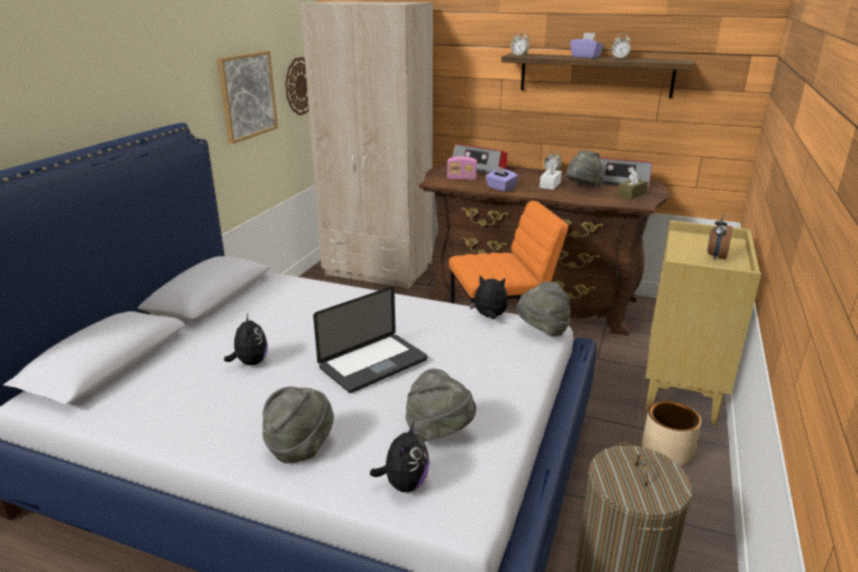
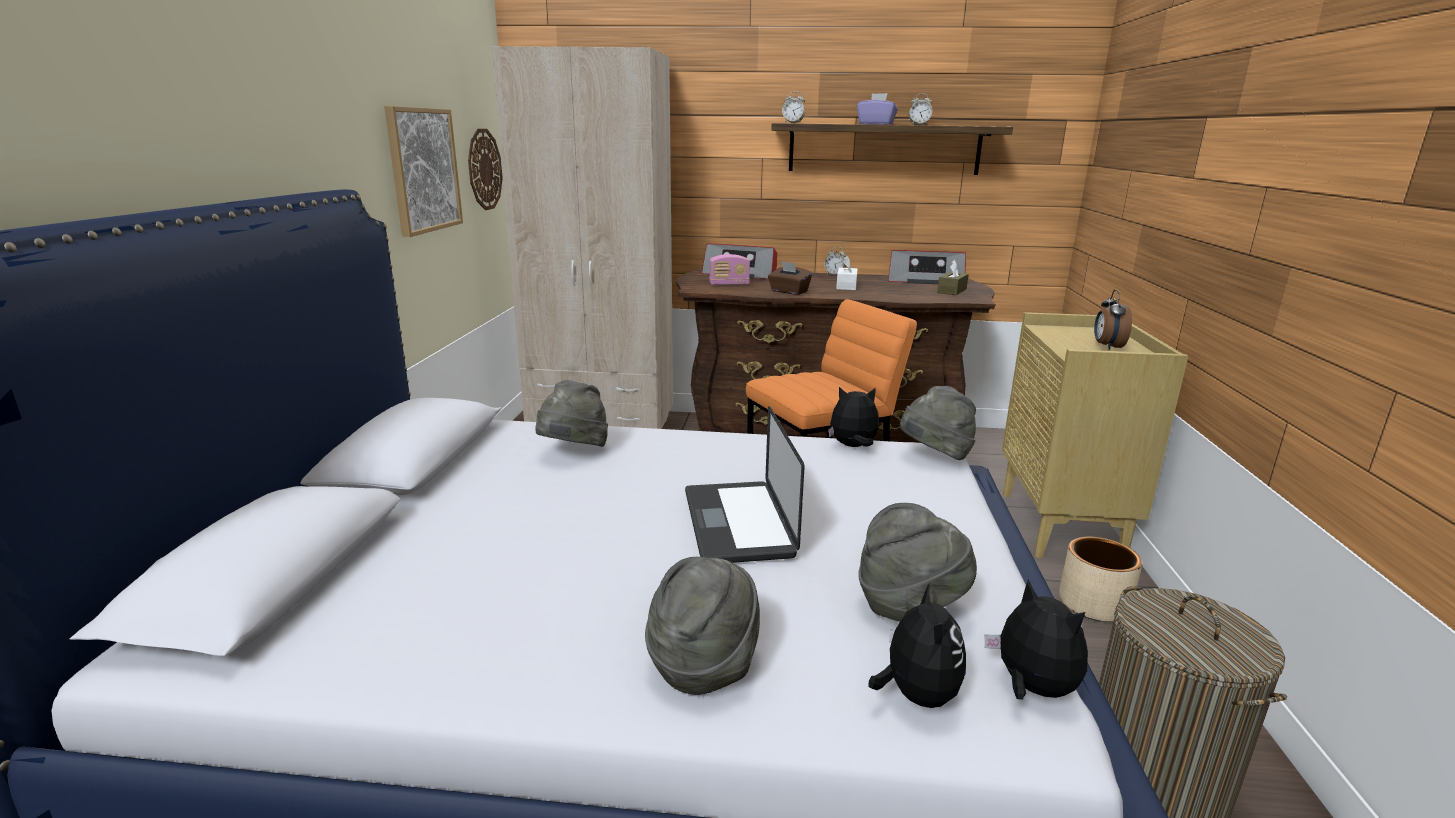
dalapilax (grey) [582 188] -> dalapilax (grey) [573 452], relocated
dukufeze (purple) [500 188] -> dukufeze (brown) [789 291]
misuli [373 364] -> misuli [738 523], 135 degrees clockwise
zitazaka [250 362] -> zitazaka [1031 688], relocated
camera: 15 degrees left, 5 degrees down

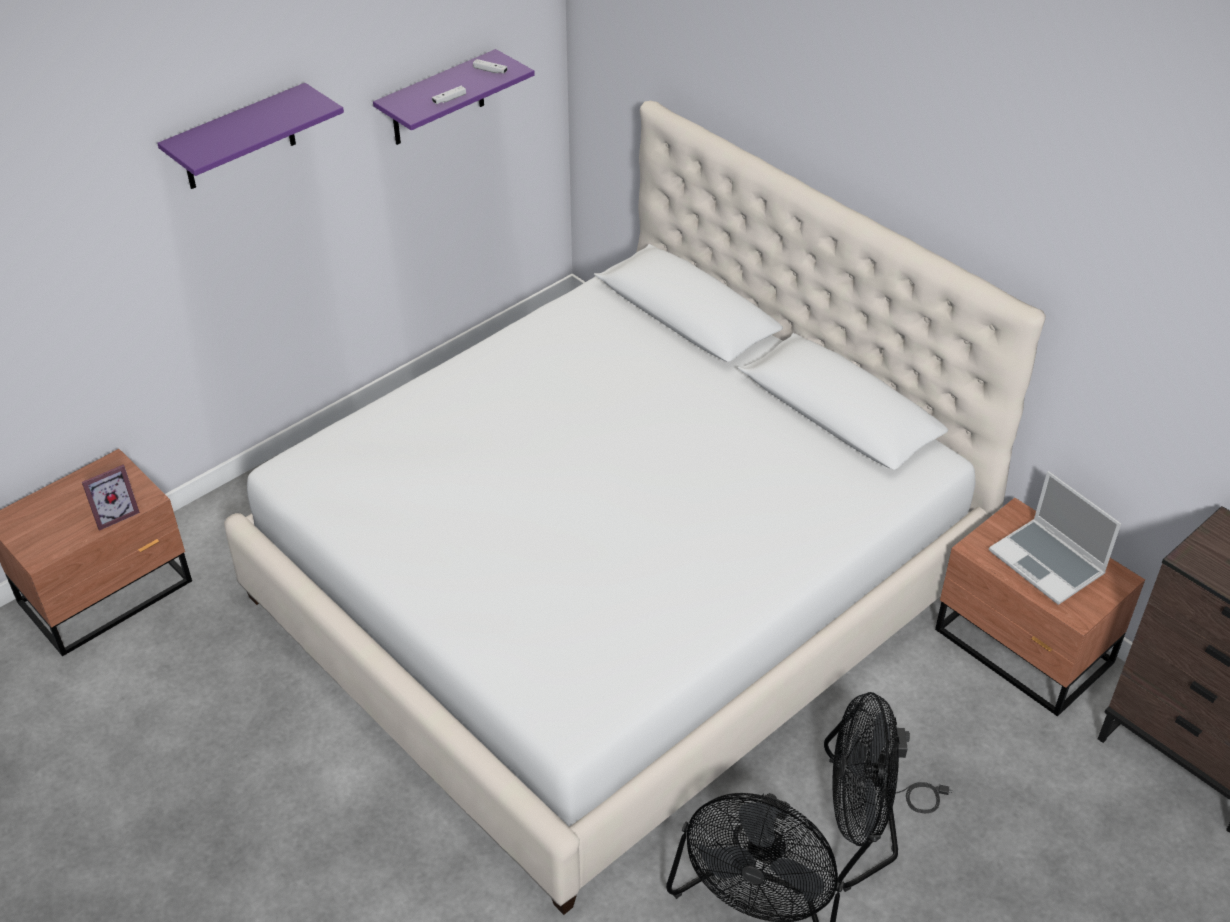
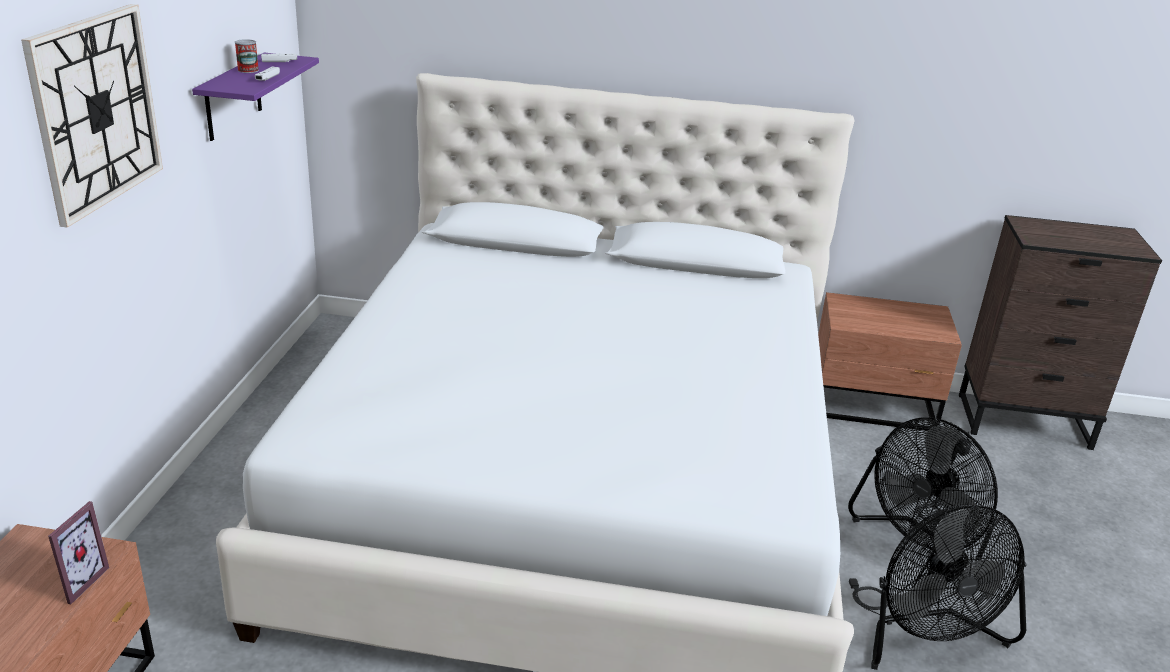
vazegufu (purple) [238 138] -> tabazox [96 111]
misuli [1048 563] -> none
none -> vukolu [248 70]
camera: 40 degrees left, 15 degrees down

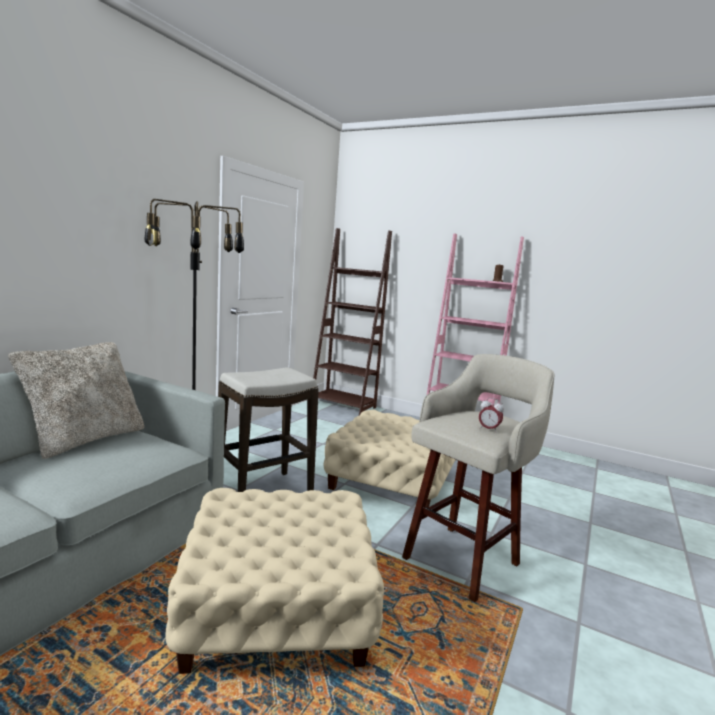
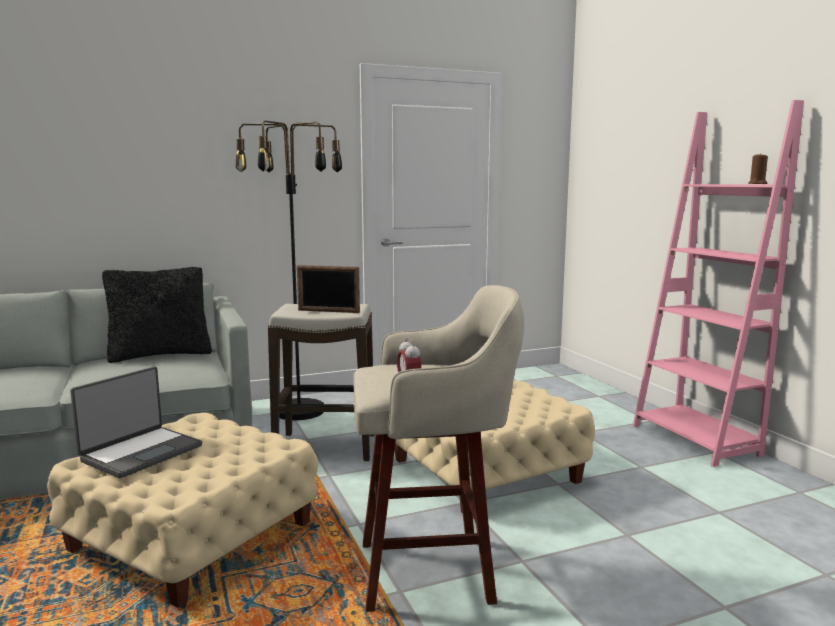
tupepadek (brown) [343 405] -> none
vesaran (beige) [85 437] -> vesaran (black) [161 353]
none -> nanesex [328 311]
none -> misuli [140 453]
camera: 40 degrees right, 0 degrees up

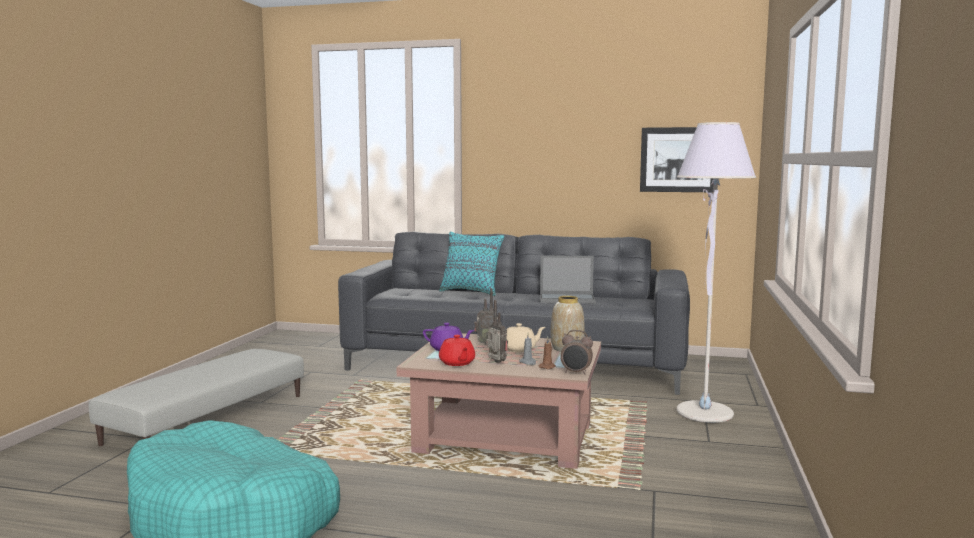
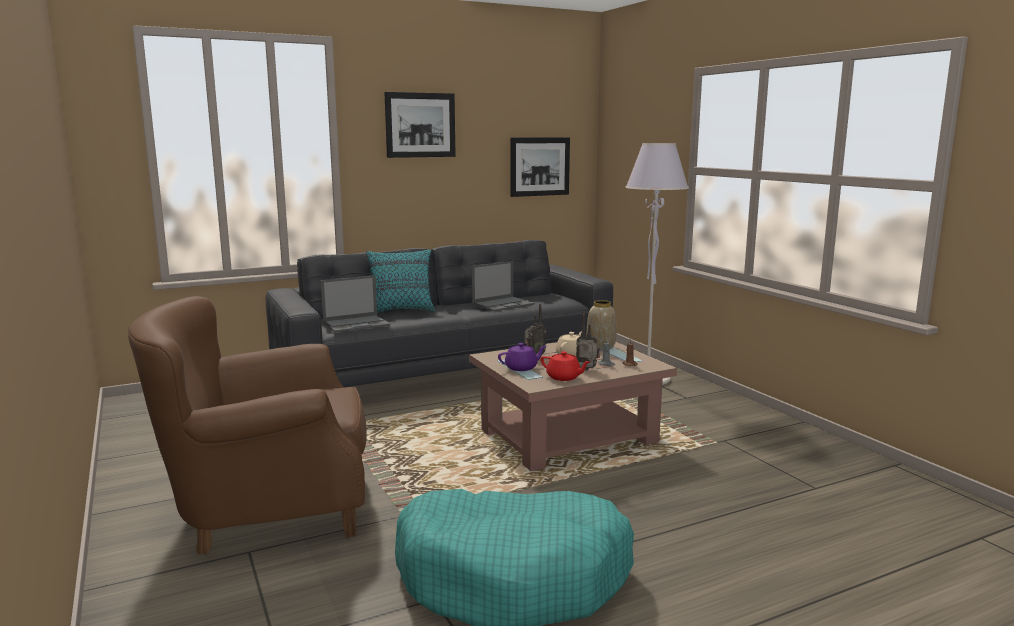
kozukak [576 373] -> none
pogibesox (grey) [208 418] -> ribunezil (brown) [268 510]
none -> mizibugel [420 125]
none -> misuli [357 324]
camera: 40 degrees left, 5 degrees up

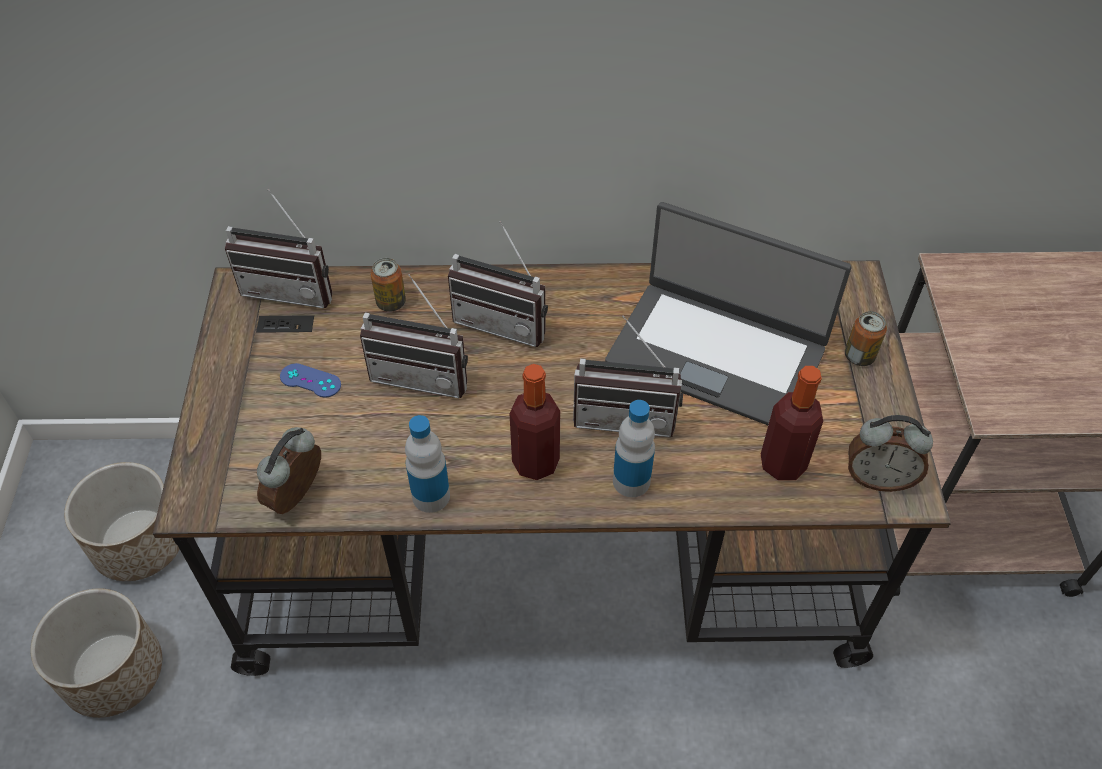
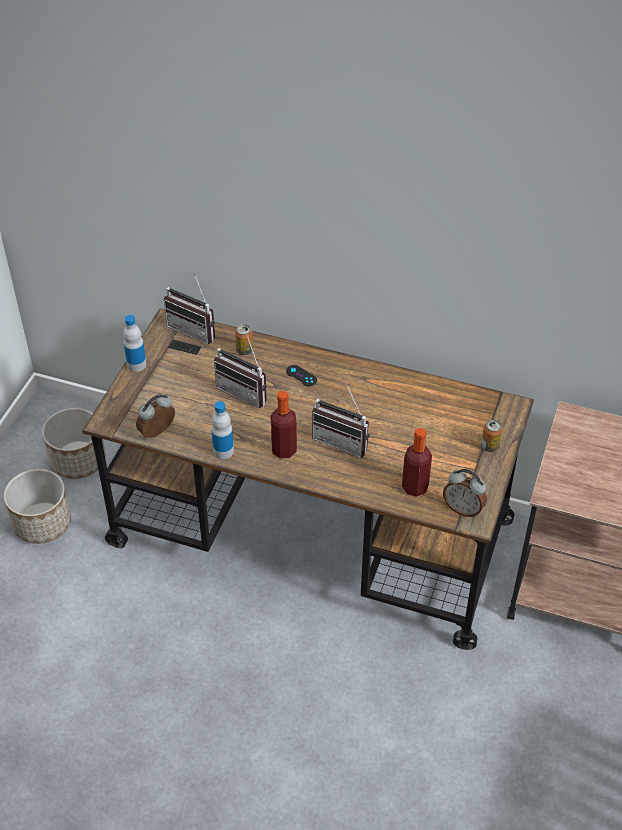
misuli [717 353] -> none
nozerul [504 321] -> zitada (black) [301 376]
zitada (blue) [310 381] -> none
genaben [631 481] -> genaben [136 364], relocated
camera: 20 degrees right, 5 degrees down

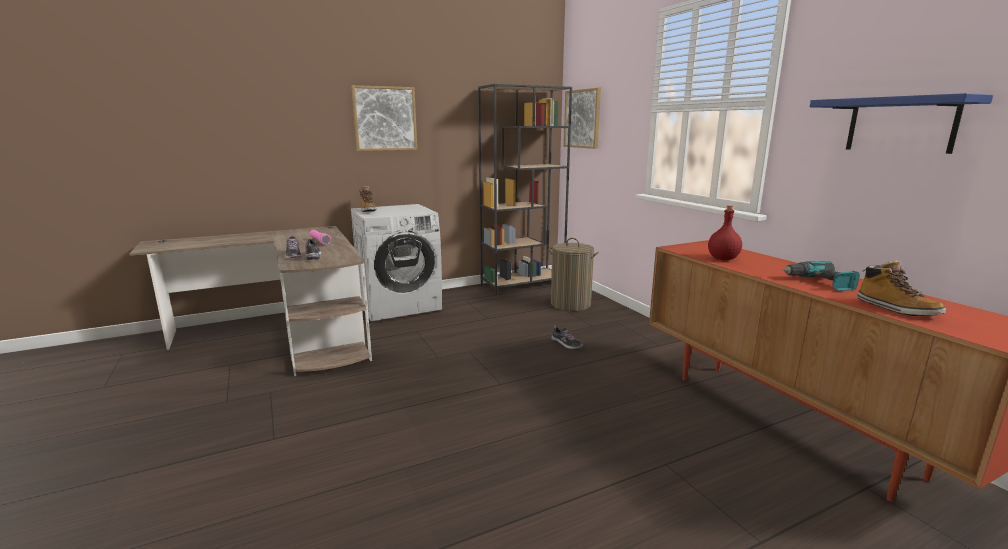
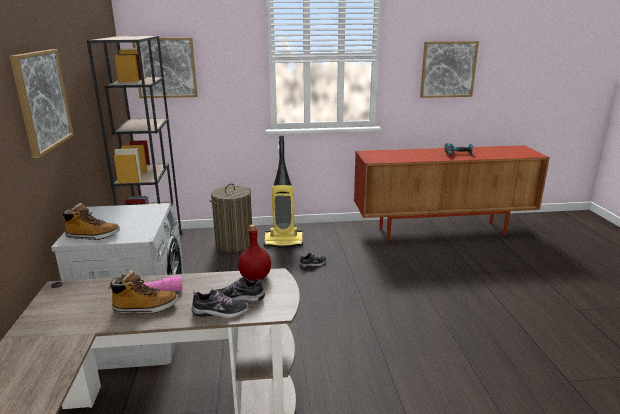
vazegufu (blue) [900 125] -> mizibugel [448 69]
genaben (red) [722 258] -> genaben (red) [254 277], relocated
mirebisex [896 309] -> mirebisex [145 308], relocated
none -> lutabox [284 241]
camera: 70 degrees left, 5 degrees up

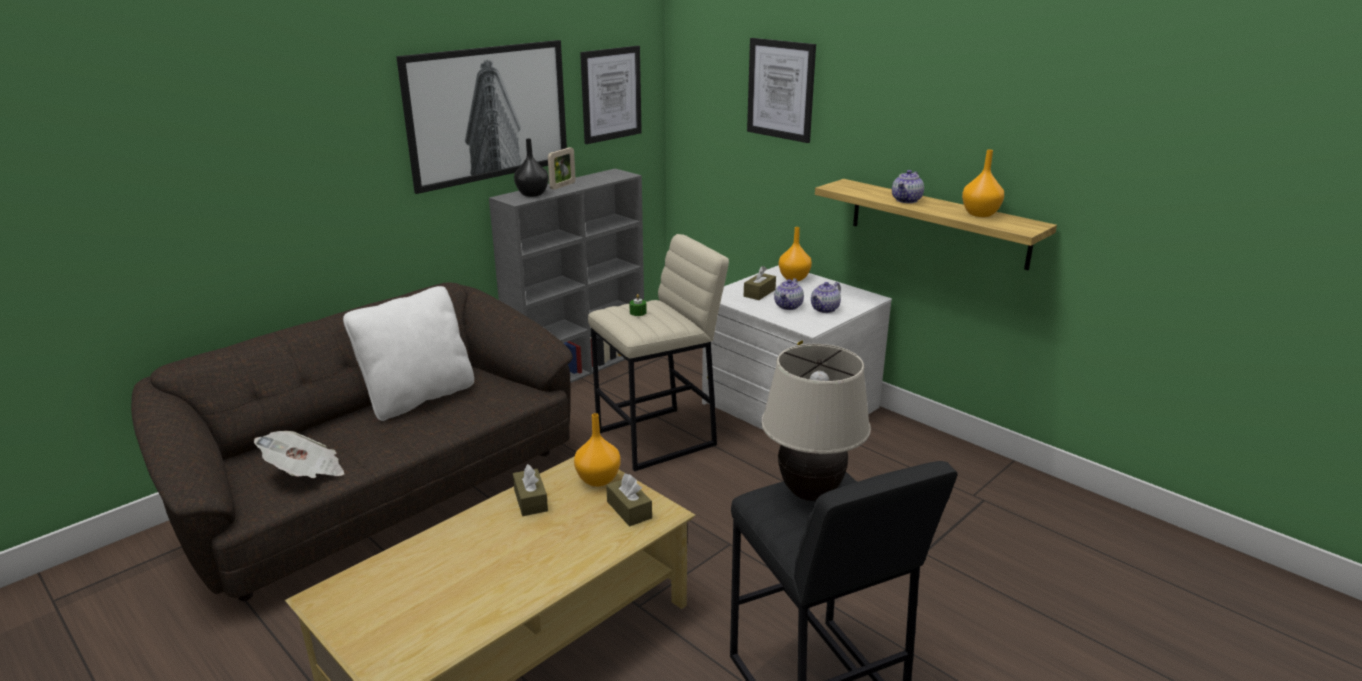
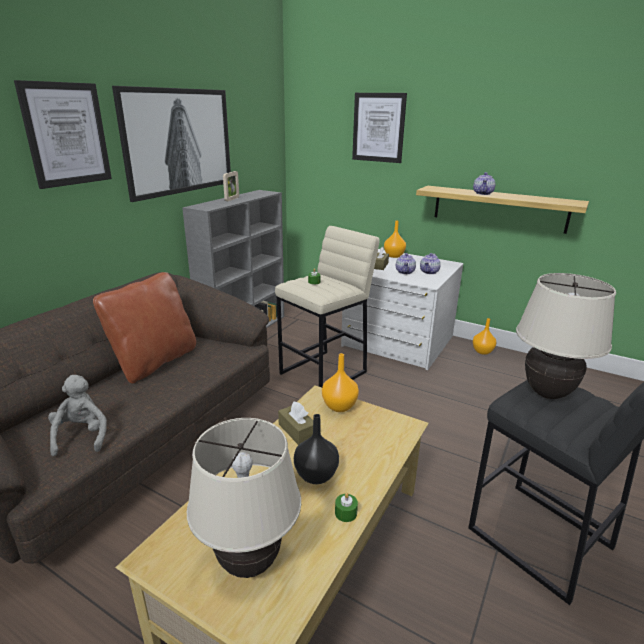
mizibugel [611 94] -> mizibugel [66 134], relocated
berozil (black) [533 194] -> berozil (black) [317 475], relocated
berozil (orange) [980 214] -> berozil (orange) [482 351], relocated
vesaran (white) [419 397] -> vesaran (brown) [155 362]
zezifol [306 473] -> zitazaka (grey) [82 436]
dukufeze (brown) [629 510] -> none
none -> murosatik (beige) [249 563]
none -> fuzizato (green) [346 513]
camera: 15 degrees left, 0 degrees up

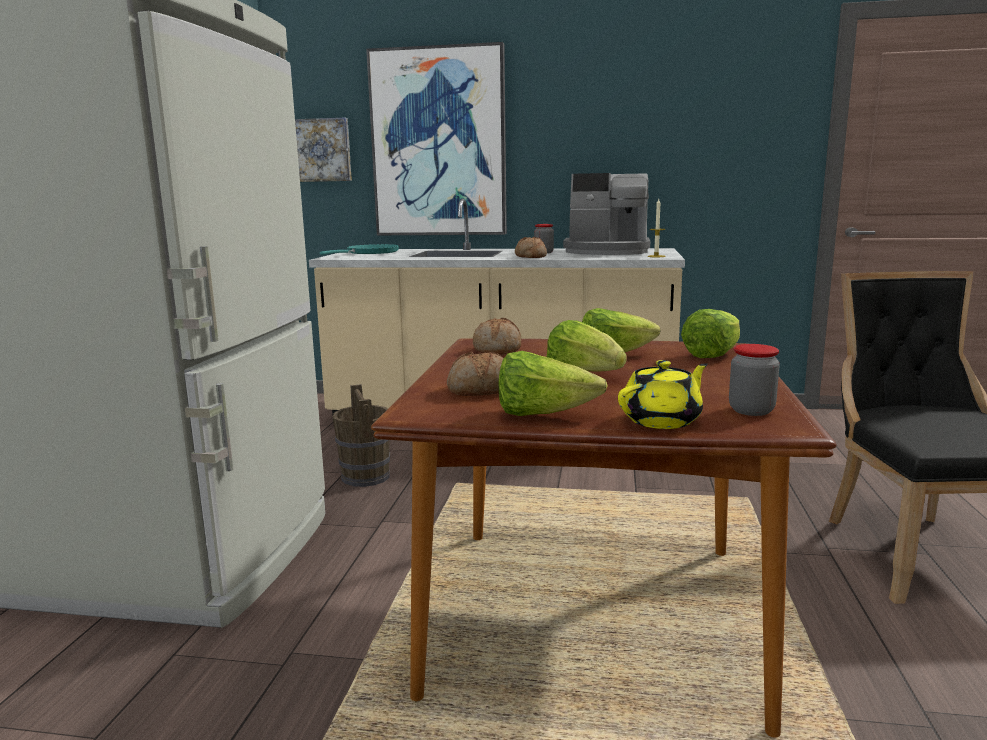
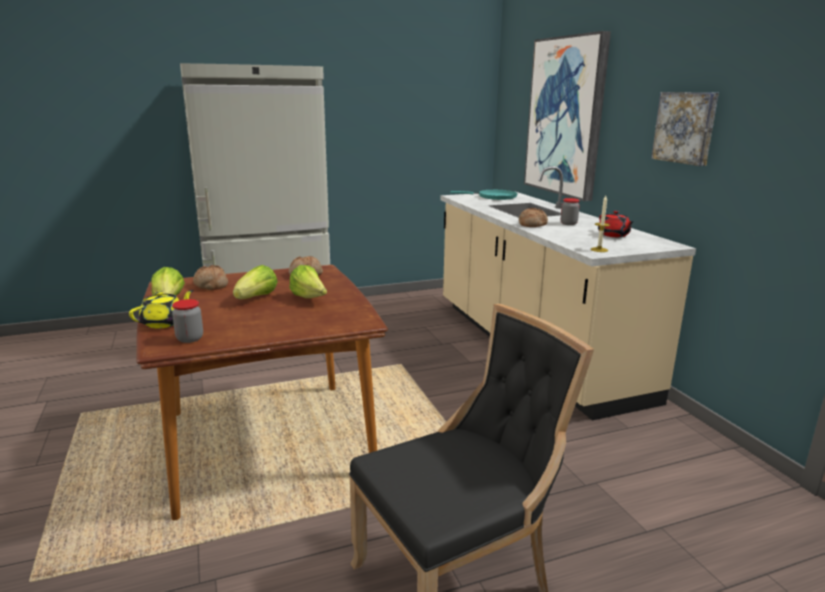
mizibugel [321 150] -> mizibugel [685 127], relocated
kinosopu [607 251] -> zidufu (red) [613 235]
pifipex [712 354] -> none
zidufu (yellow) [662 420] -> zidufu (yellow) [164 323], 75 degrees counterclockwise
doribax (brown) [366 476] -> none
camera: 60 degrees right, 5 degrees up

